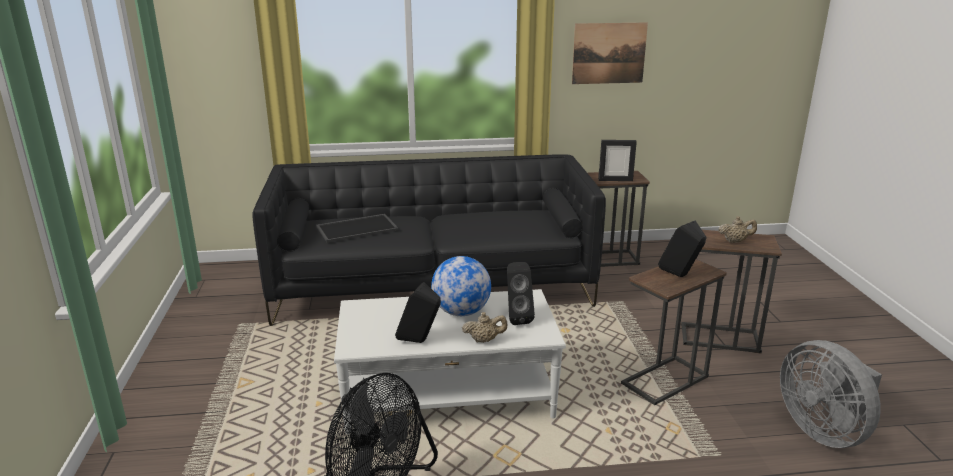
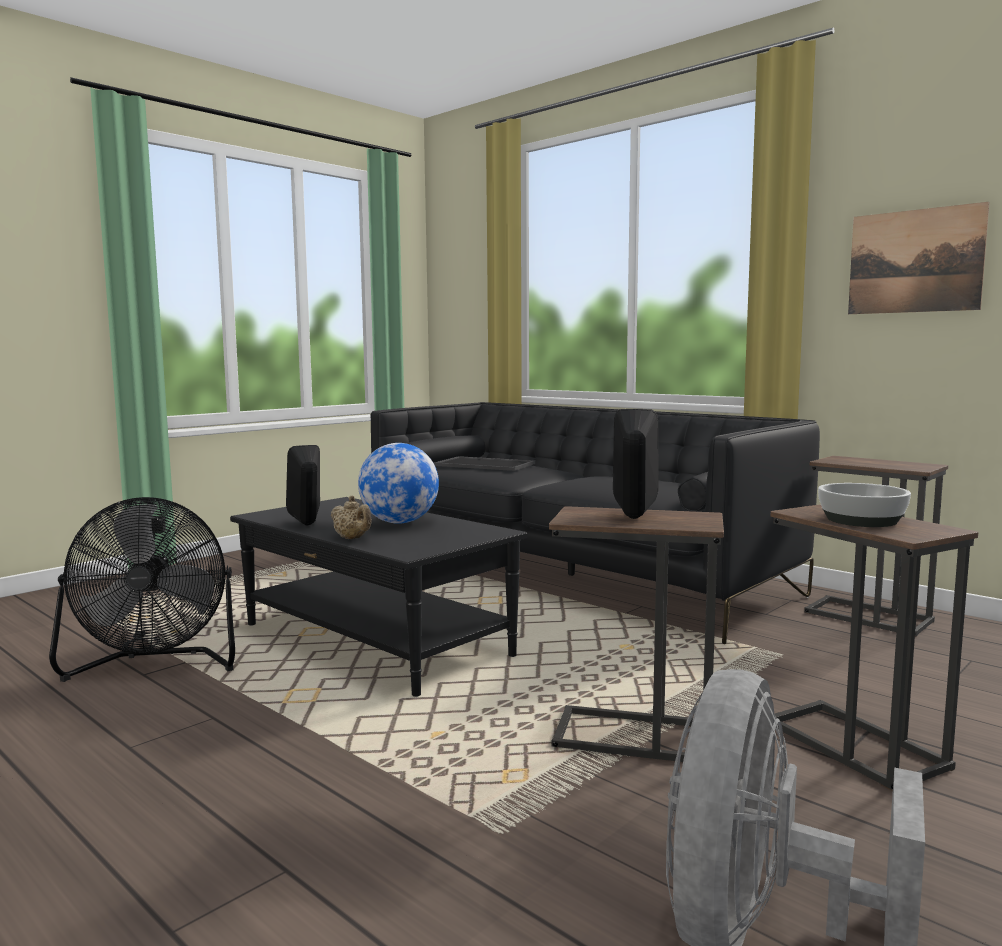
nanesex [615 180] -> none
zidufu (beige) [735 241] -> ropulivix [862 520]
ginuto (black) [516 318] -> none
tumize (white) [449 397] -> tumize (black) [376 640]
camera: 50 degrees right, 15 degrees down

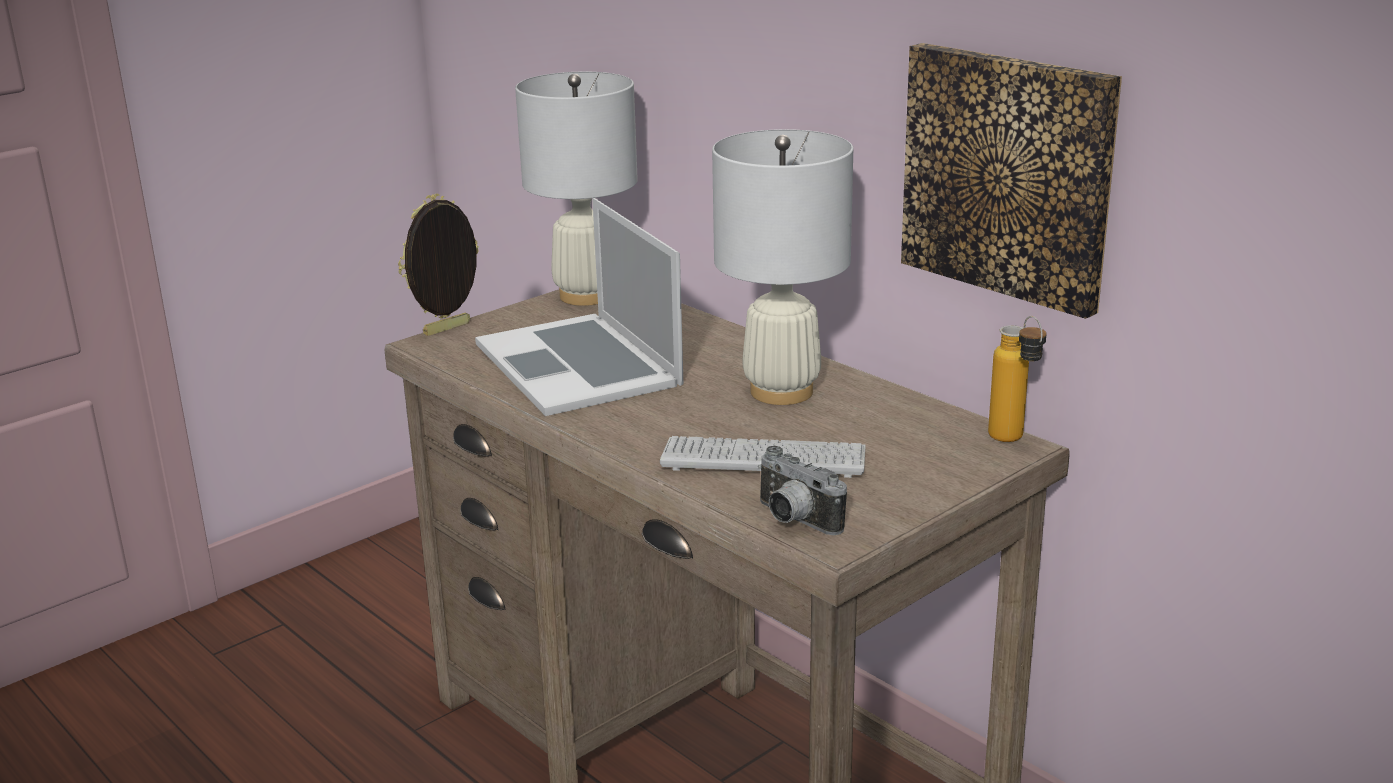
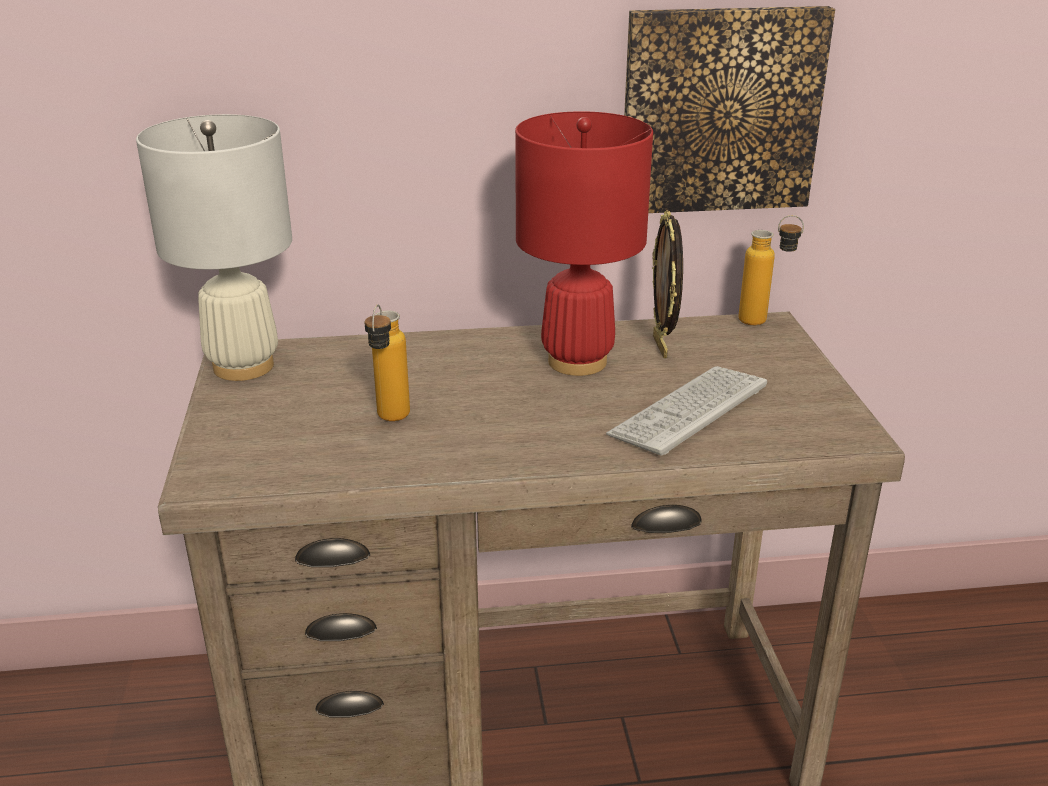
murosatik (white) [782 391] -> murosatik (red) [577 361]
nanesex [448 329] -> nanesex [662 347], relocated
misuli [578 364] -> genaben [390 421]
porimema [793 520] -> none
camera: 55 degrees left, 5 degrees up

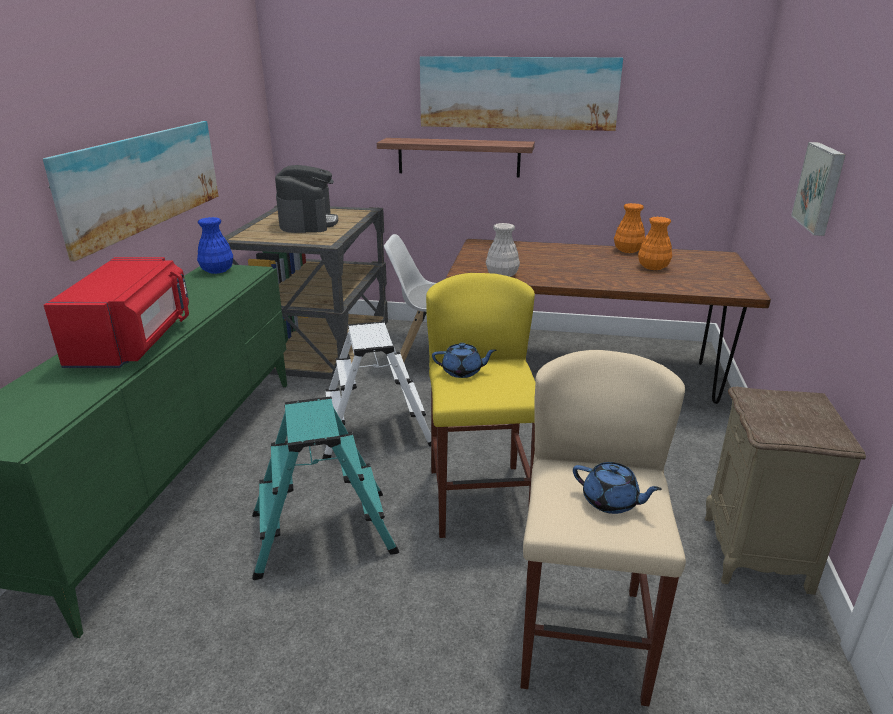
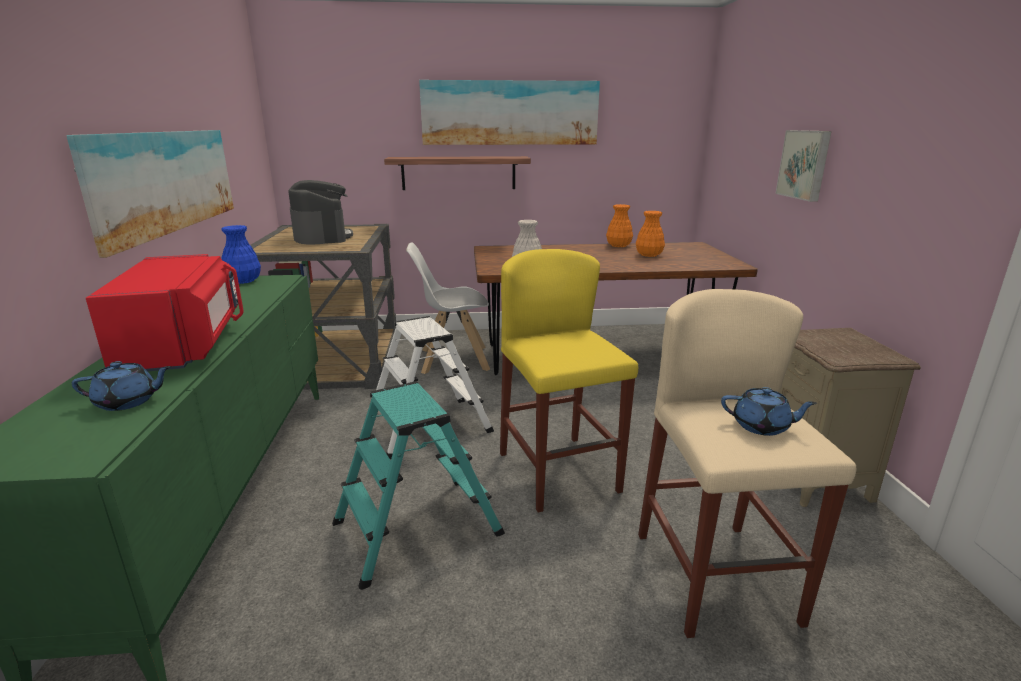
zidufu (blue) [463 372] -> zidufu (blue) [128 402], relocated
camera: 15 degrees left, 5 degrees down

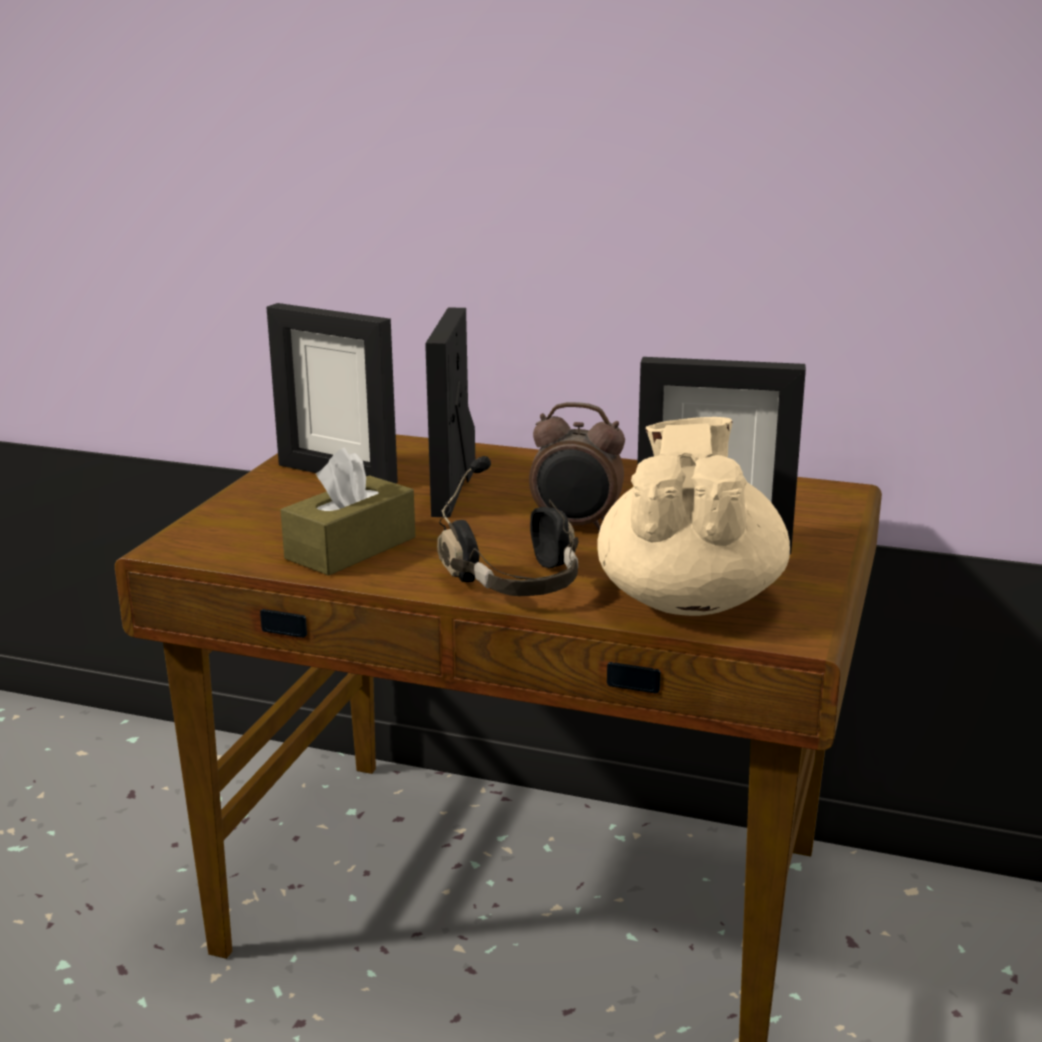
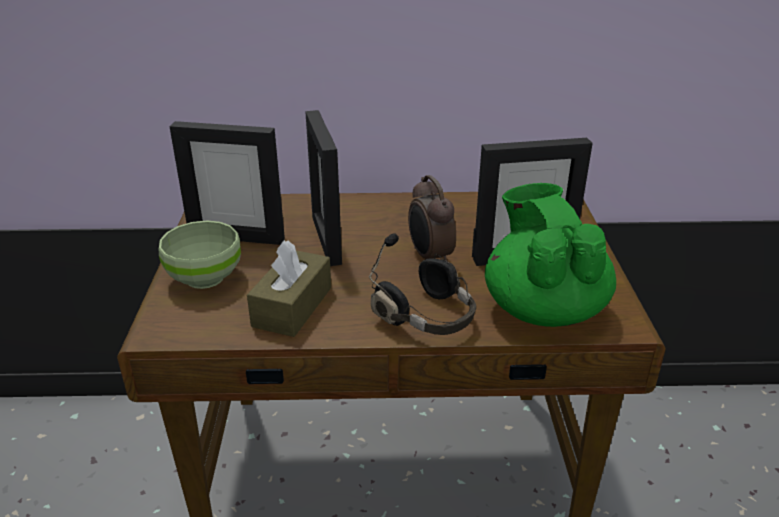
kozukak [576 526] -> kozukak [429 257], 75 degrees clockwise
zidufu (beige) [689 599] -> zidufu (green) [543 308]
none -> ropulivix (green) [206 278]
camera: 20 degrees left, 10 degrees up

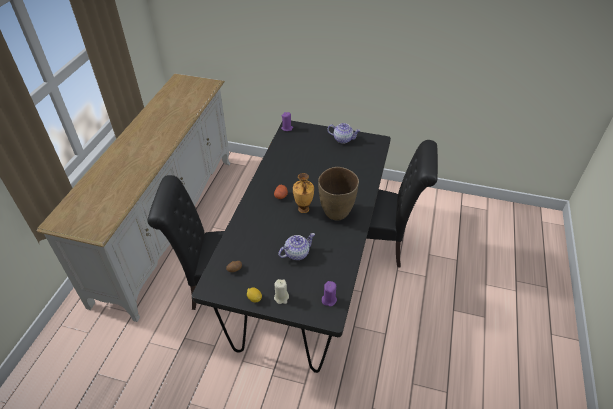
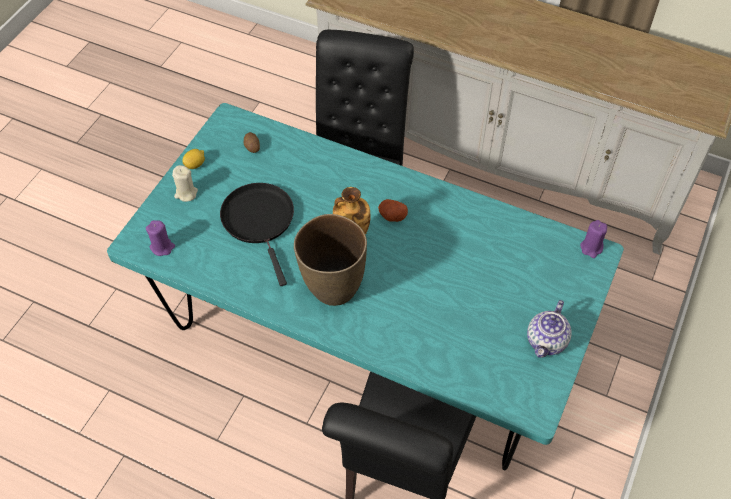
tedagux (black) [305 271] -> tedagux (turquoise) [367 343]
zidufu [297 253] -> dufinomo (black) [260 221]
camera: 100 degrees right, 10 degrees up

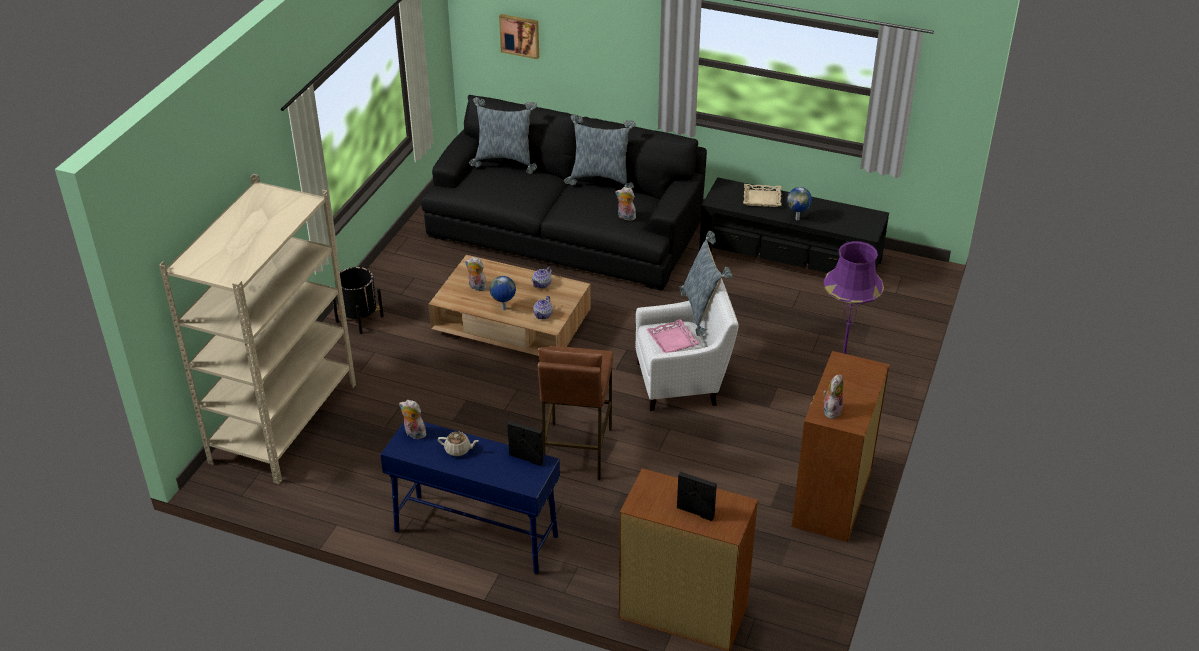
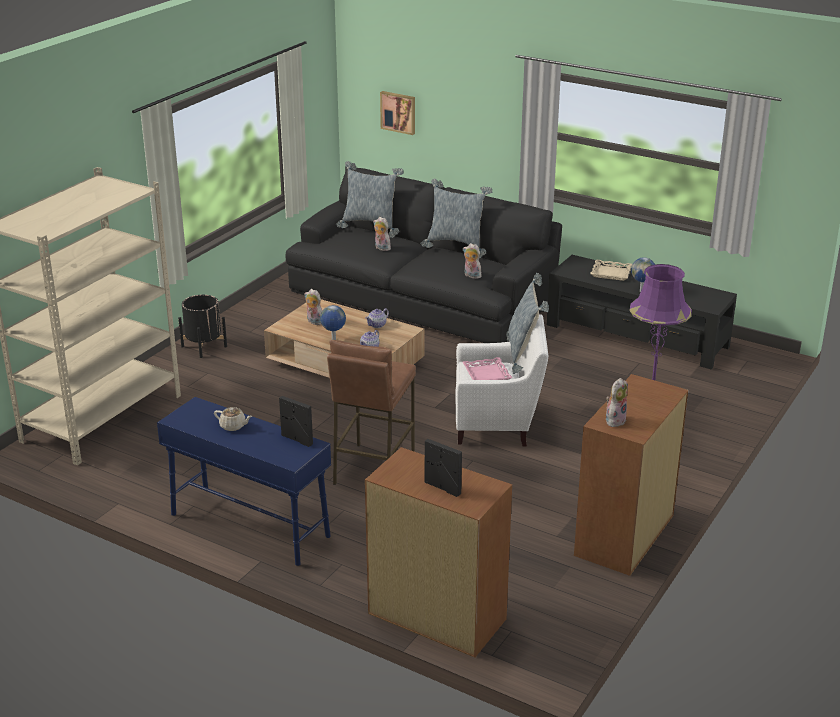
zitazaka [413 434] -> zitazaka [381 248], relocated
camera: 10 degrees right, 10 degrees down

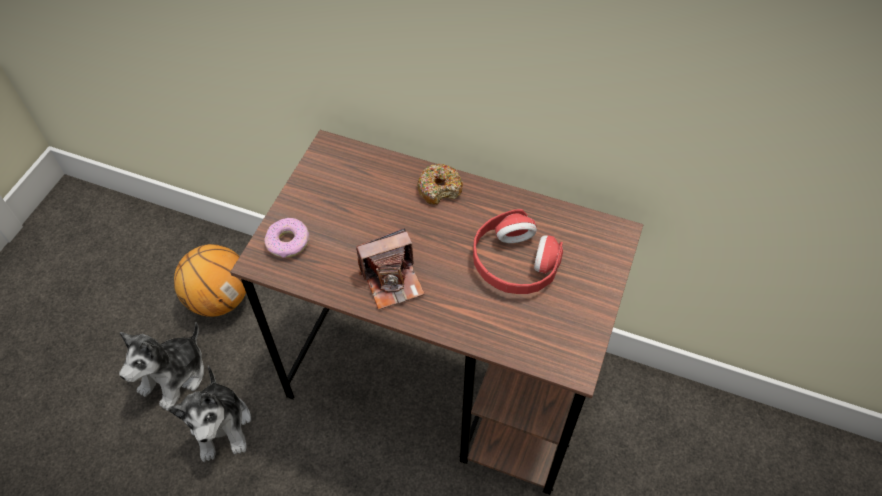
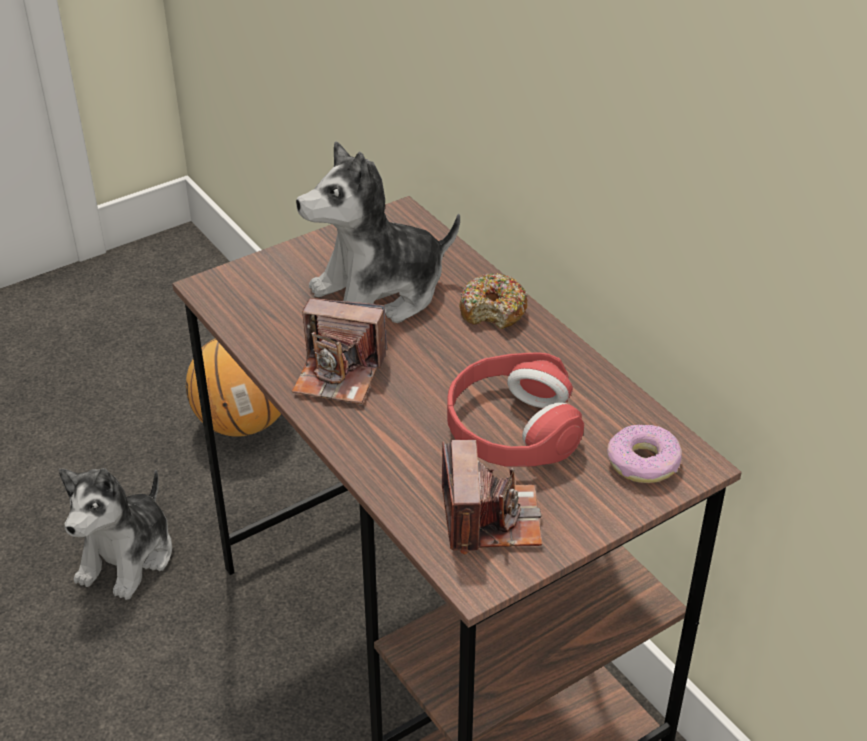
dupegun [288 242] -> dupegun [643 463], relocated
zitazaka [175 376] -> zitazaka [379 293], relocated
none -> porimema [490 519]
camera: 35 degrees right, 15 degrees down

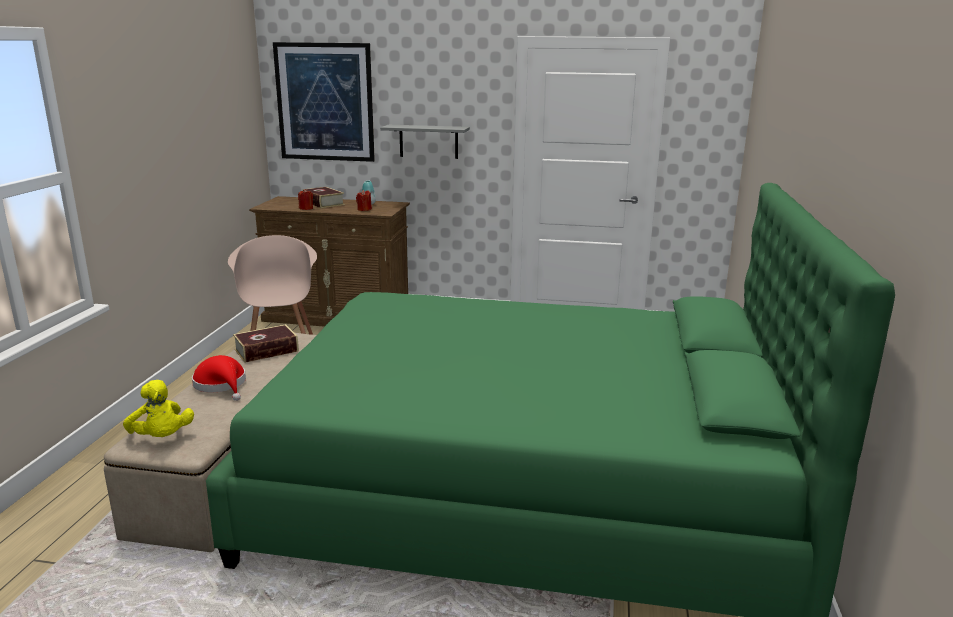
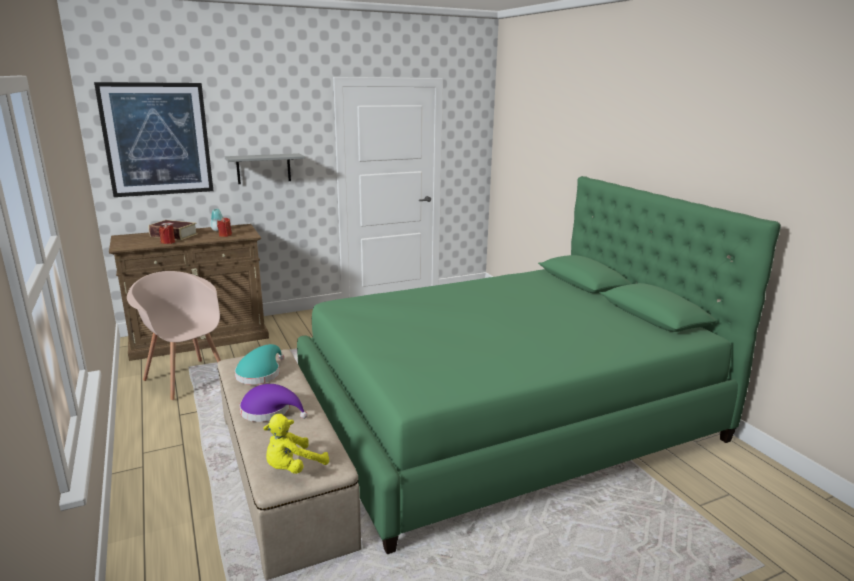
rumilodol [266 350] -> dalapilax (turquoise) [260 373]
dalapilax (red) [222 385] -> dalapilax (purple) [269 411]
zitazaka (yellow) [162 438] -> zitazaka (yellow) [293 468], 120 degrees clockwise
camera: 35 degrees left, 0 degrees up

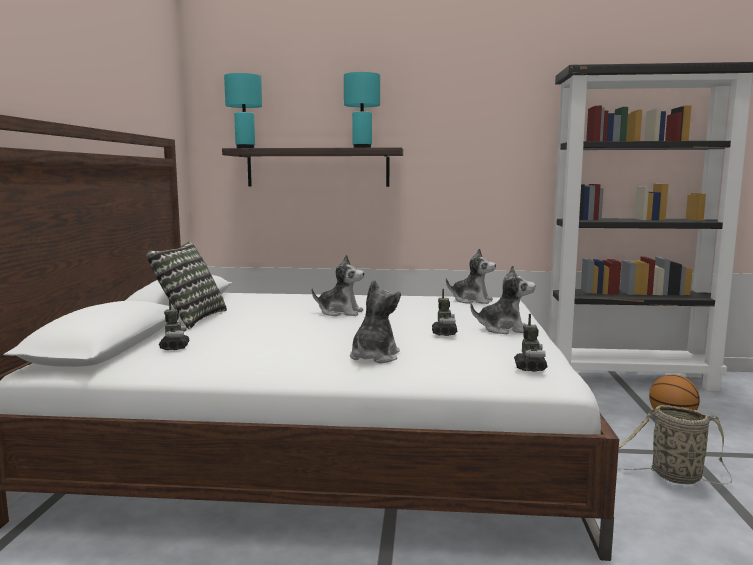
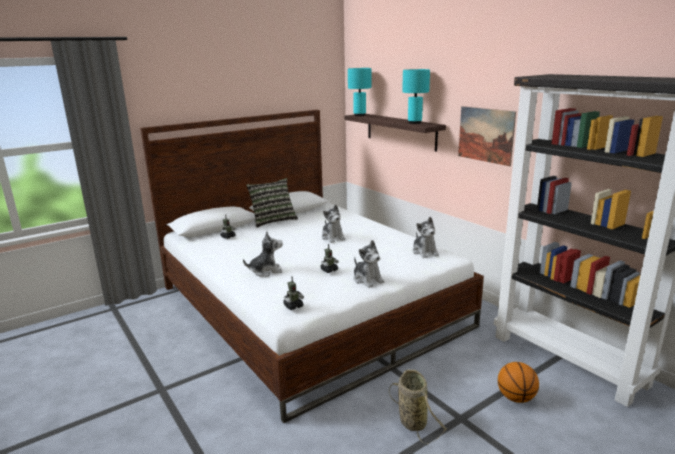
none -> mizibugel [485 135]
camera: 50 degrees right, 10 degrees up

